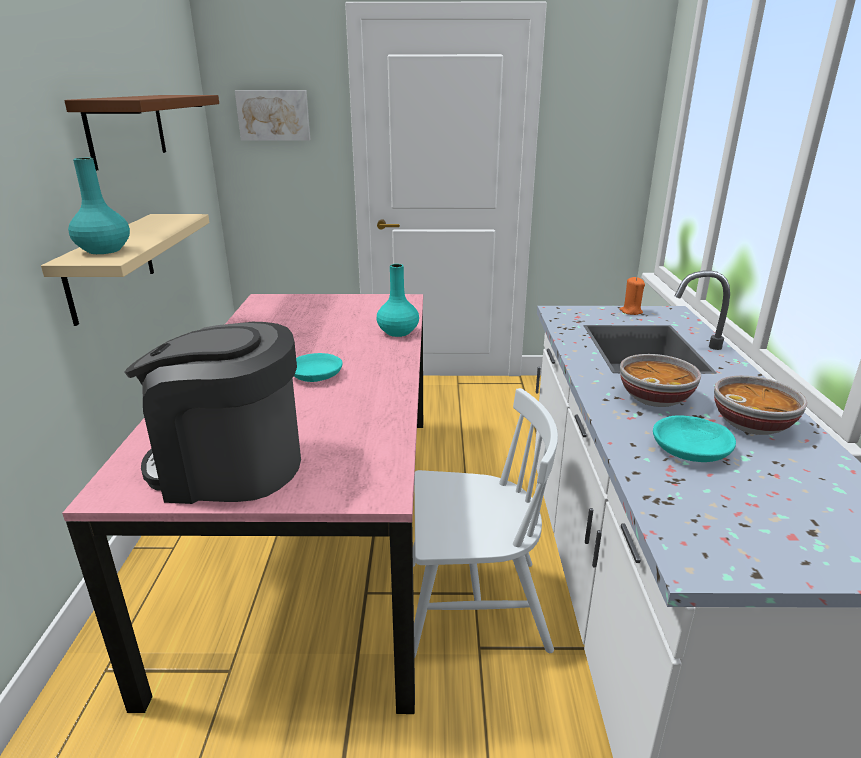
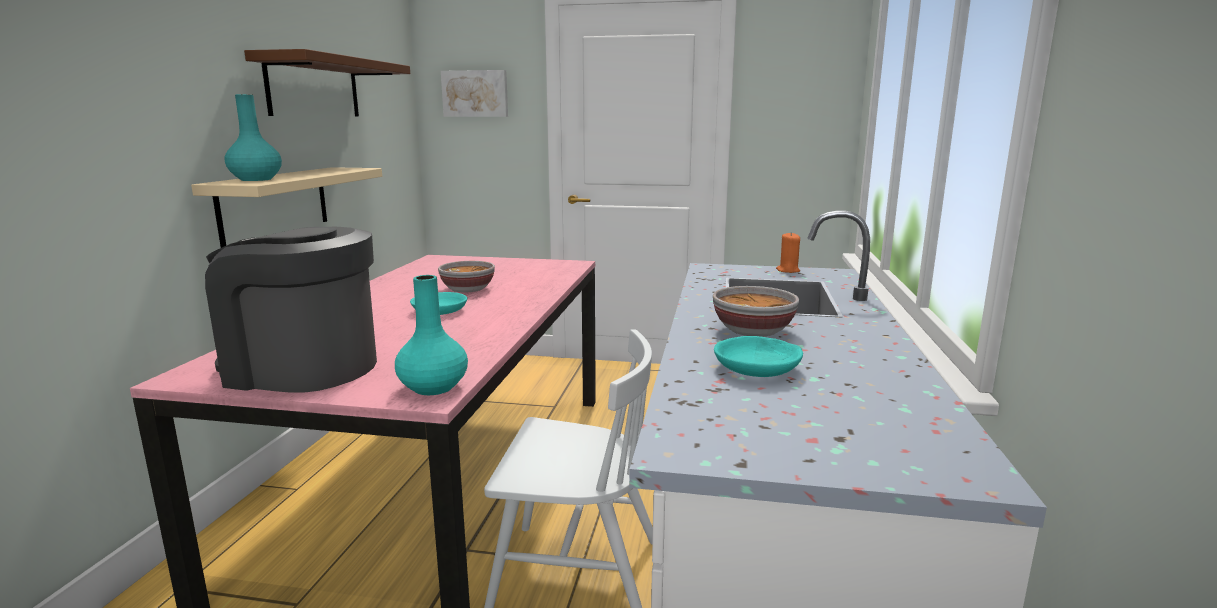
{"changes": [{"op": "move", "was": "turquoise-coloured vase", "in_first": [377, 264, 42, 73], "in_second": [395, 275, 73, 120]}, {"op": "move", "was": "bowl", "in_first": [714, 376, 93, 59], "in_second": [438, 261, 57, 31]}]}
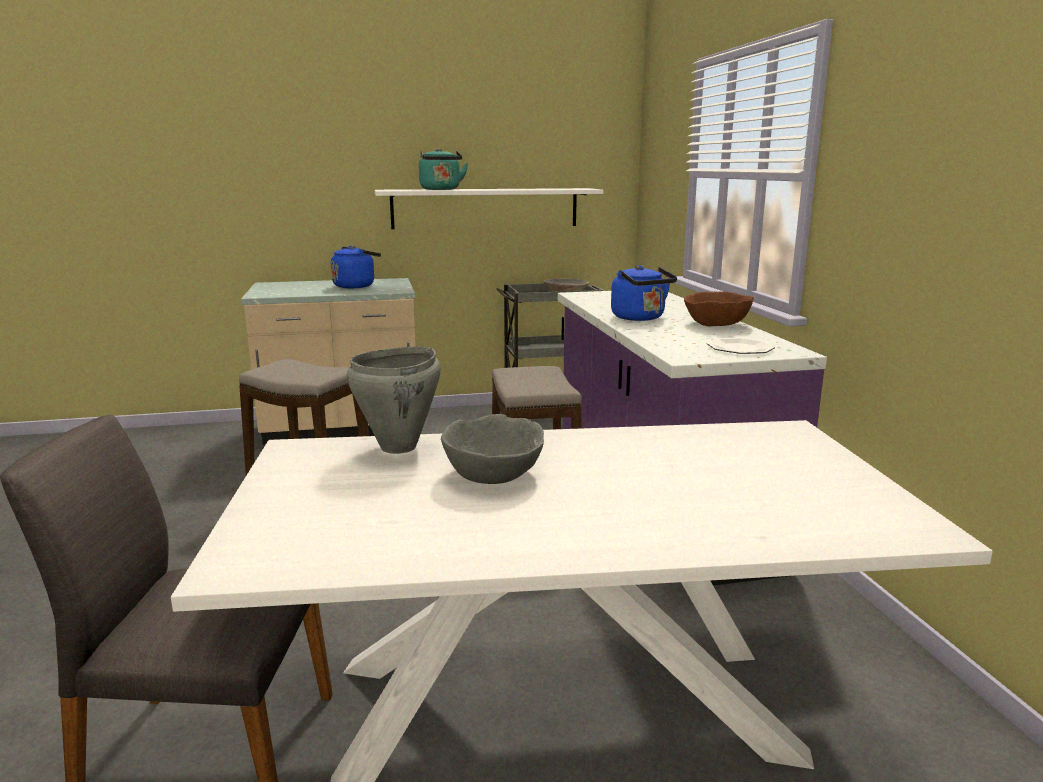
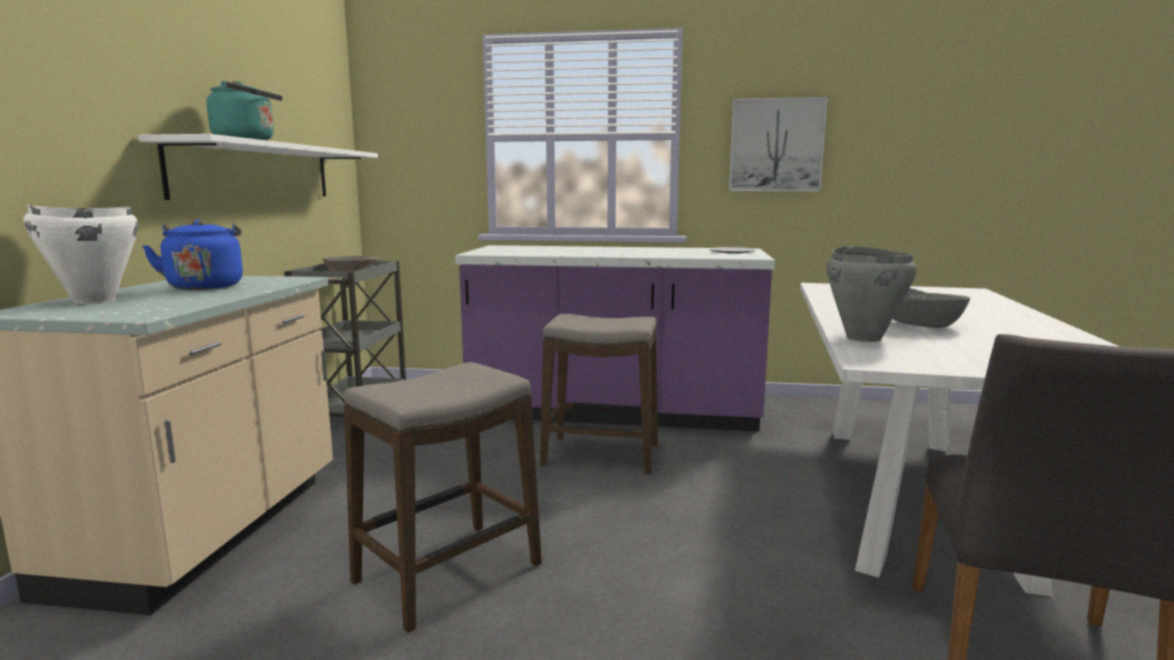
{"changes": [{"op": "delete", "was": "blue kettle", "in_first": [611, 265, 66, 56]}, {"op": "delete", "was": "brown bowl", "in_first": [684, 291, 70, 35]}, {"op": "insert", "now": "whitish saucepot", "in_second": [23, 205, 115, 99]}, {"op": "insert", "now": "picture", "in_second": [729, 97, 99, 94]}]}
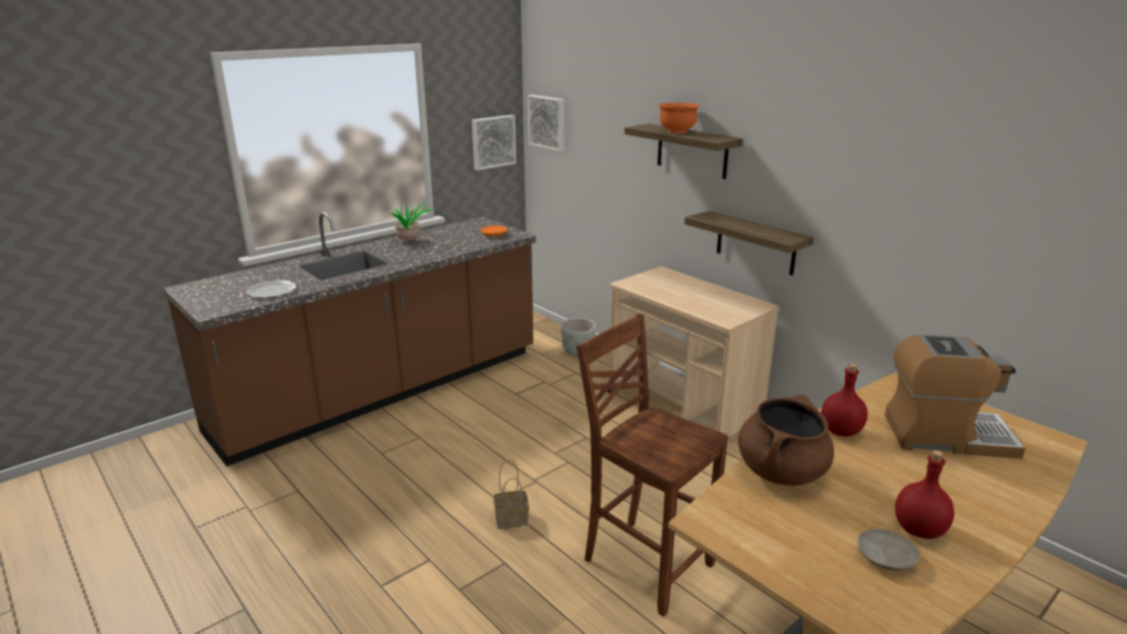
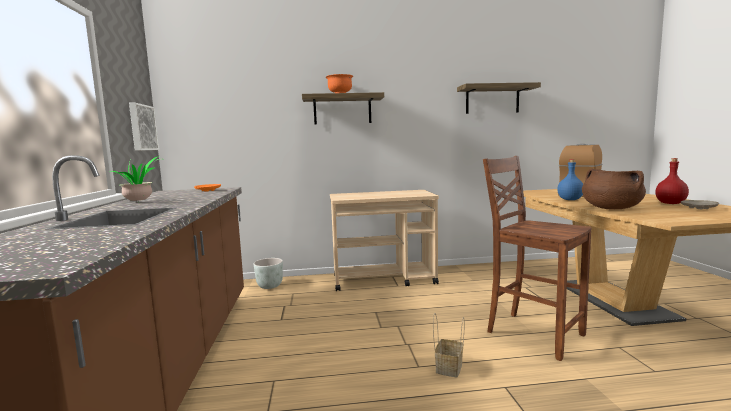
{"changes": [{"op": "delete", "was": "plate", "in_first": [246, 280, 50, 18]}, {"op": "delete", "was": "picture", "in_first": [528, 95, 36, 56]}, {"op": "rotate", "was": "brown upright chair", "in_first": [576, 313, 152, 303], "in_second": [483, 156, 109, 205], "clockwise": 60}, {"op": "move", "was": "bracket shelf", "in_first": [684, 211, 130, 65], "in_second": [457, 82, 84, 32]}, {"op": "recolor", "was": "reddish drink bottle", "now": "blue drink bottle", "in_first": [821, 363, 47, 74], "in_second": [557, 159, 26, 41]}]}
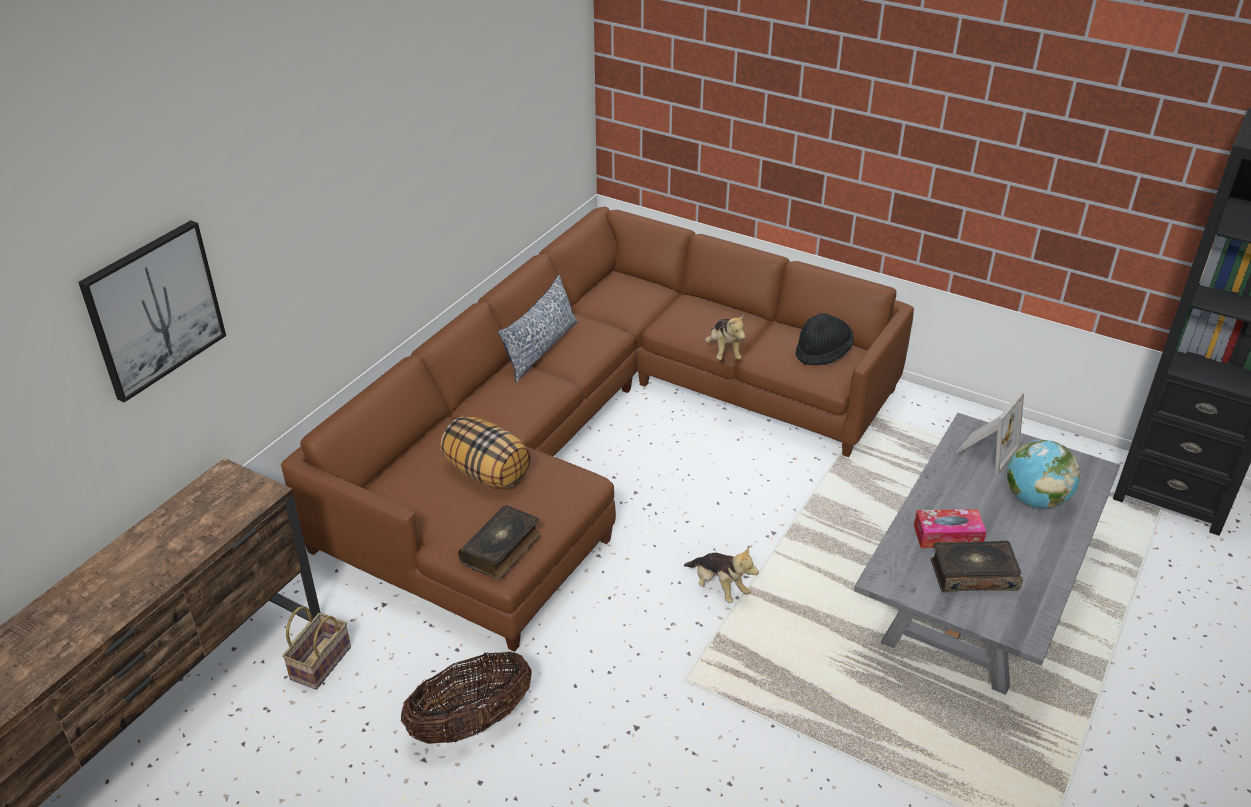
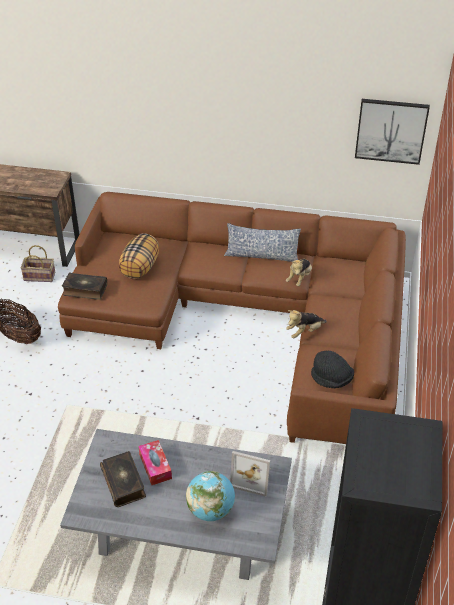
{"changes": [{"op": "move", "was": "picture", "in_first": [78, 220, 148, 183], "in_second": [355, 99, 75, 66]}, {"op": "move", "was": "cuddly toy", "in_first": [684, 547, 75, 56], "in_second": [286, 259, 26, 28]}]}
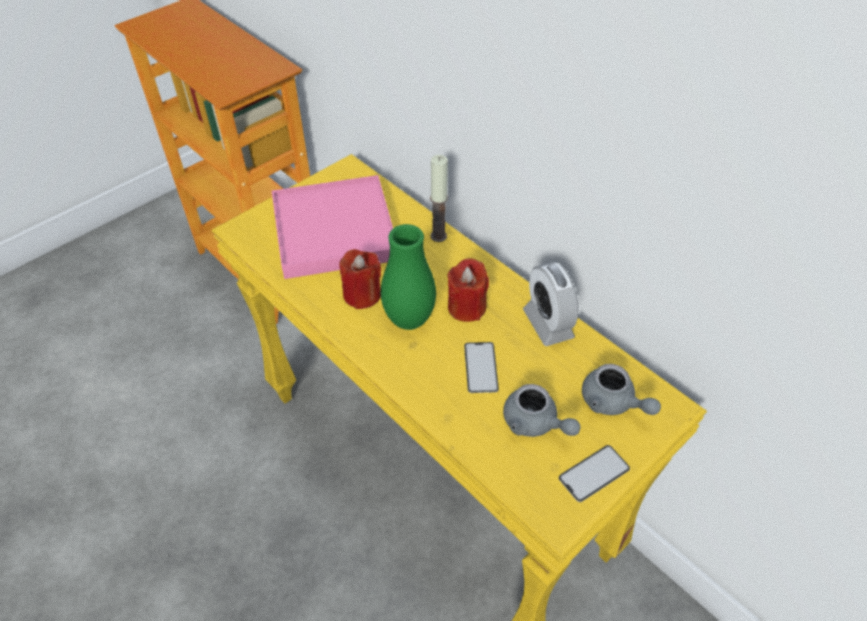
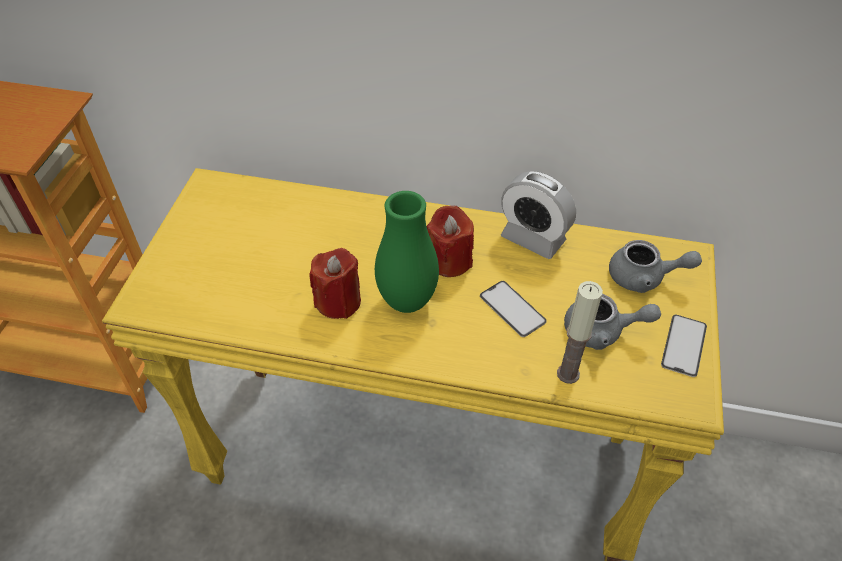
{"changes": [{"op": "delete", "was": "pink carrying tray", "in_first": [272, 175, 121, 104]}, {"op": "move", "was": "wax candle", "in_first": [430, 155, 18, 87], "in_second": [557, 281, 46, 103]}]}
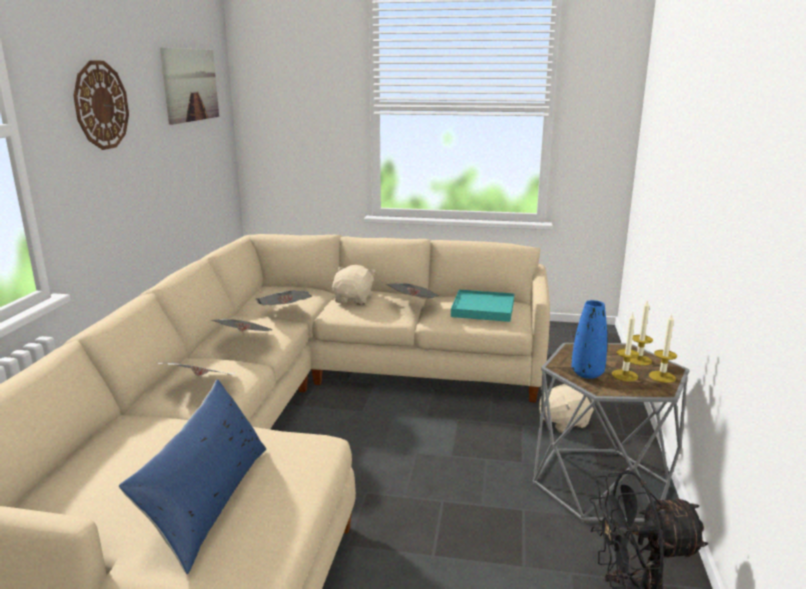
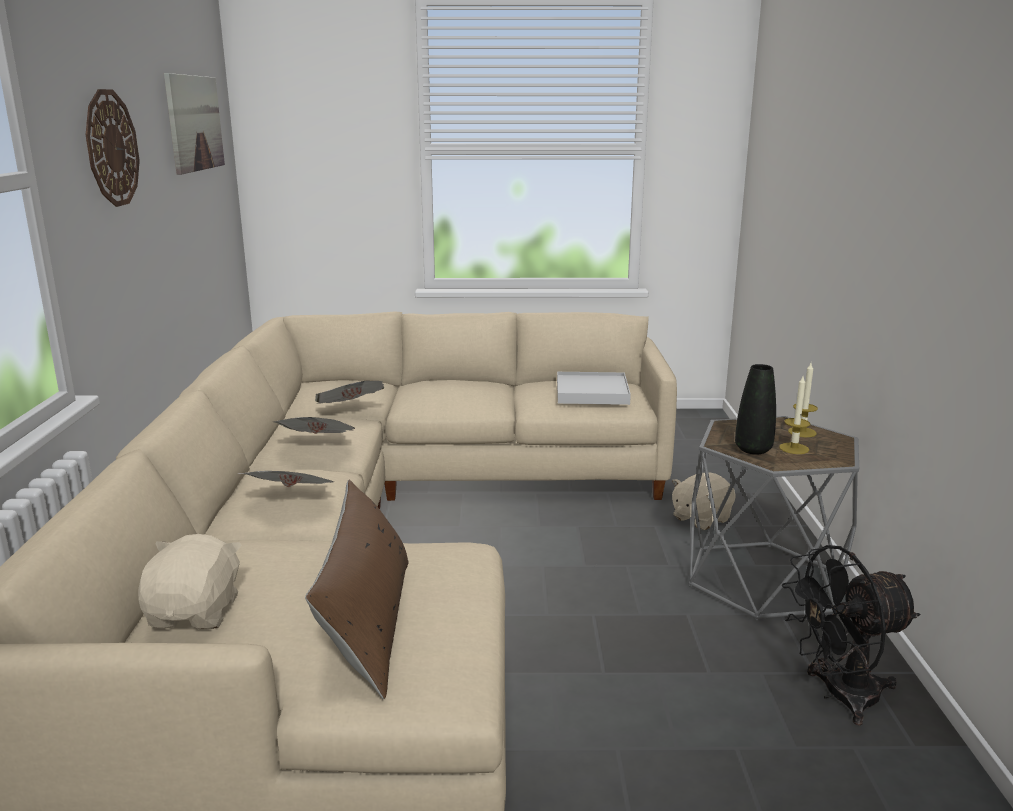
{"changes": [{"op": "recolor", "was": "blue throw pillow", "now": "brown throw pillow", "in_first": [119, 379, 147, 195], "in_second": [305, 480, 104, 219]}, {"op": "move", "was": "beige-coloured cuddly toy", "in_first": [332, 265, 43, 40], "in_second": [138, 534, 104, 95]}, {"op": "delete", "was": "daily paper", "in_first": [385, 283, 54, 15]}, {"op": "recolor", "was": "turquoise-coloured carrying tray", "now": "whitish carrying tray", "in_first": [451, 290, 63, 32], "in_second": [557, 372, 74, 33]}, {"op": "recolor", "was": "blue vase", "now": "black-coloured vase", "in_first": [572, 300, 35, 79], "in_second": [735, 364, 41, 91]}, {"op": "delete", "was": "wax candle", "in_first": [649, 314, 28, 69]}]}
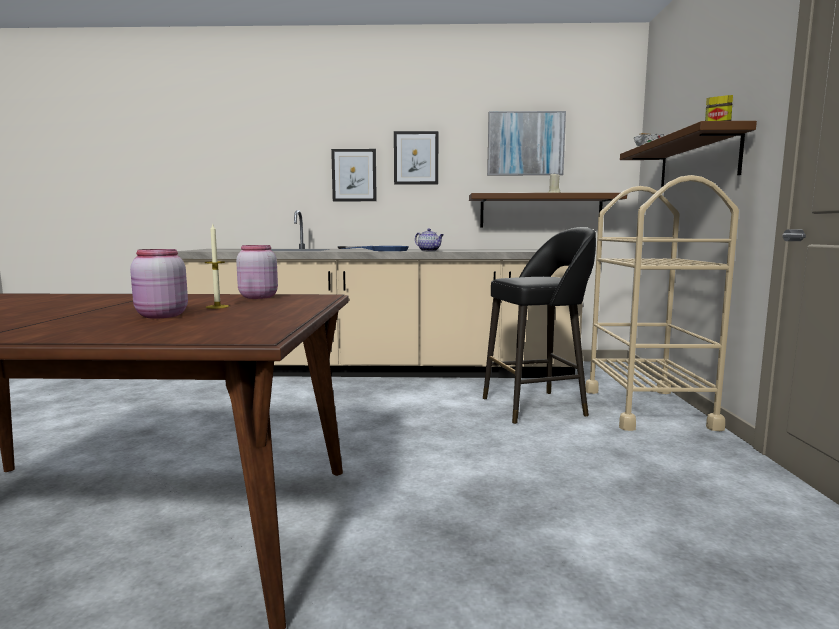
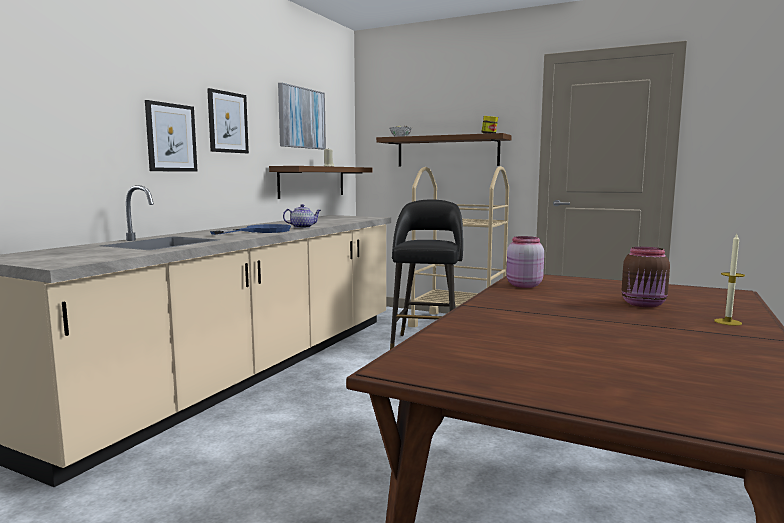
{"changes": [{"op": "recolor", "was": "pink storage jar", "now": "brown storage jar", "in_first": [130, 249, 58, 70], "in_second": [622, 247, 48, 61]}, {"op": "move", "was": "wax candle", "in_first": [205, 223, 24, 86], "in_second": [714, 234, 31, 92]}]}
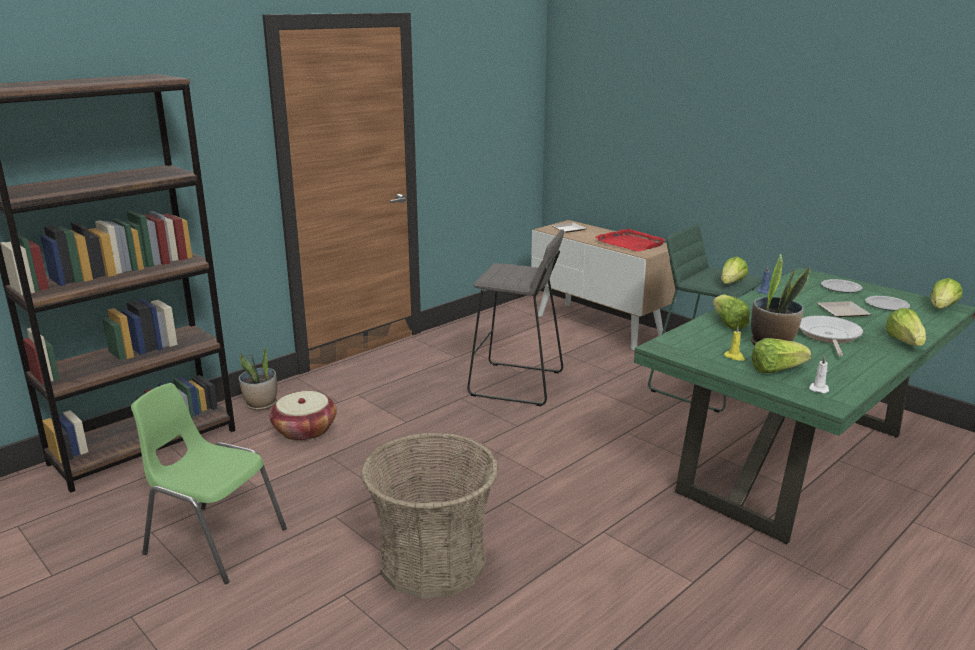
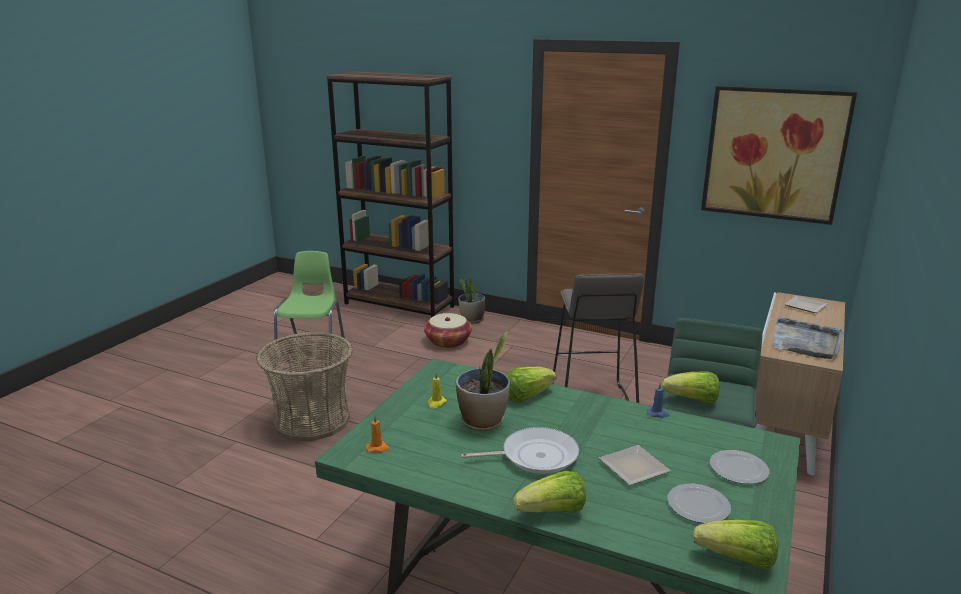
{"changes": [{"op": "recolor", "was": "reddish carrying tray", "now": "greyish carrying tray", "in_first": [595, 228, 70, 23], "in_second": [774, 318, 69, 41]}, {"op": "delete", "was": "lettuce head", "in_first": [752, 338, 60, 35]}, {"op": "recolor", "was": "whitish wax candle", "now": "orange-coloured wax candle", "in_first": [809, 356, 20, 37], "in_second": [366, 415, 24, 38]}, {"op": "insert", "now": "picture", "in_second": [701, 86, 156, 139]}]}
